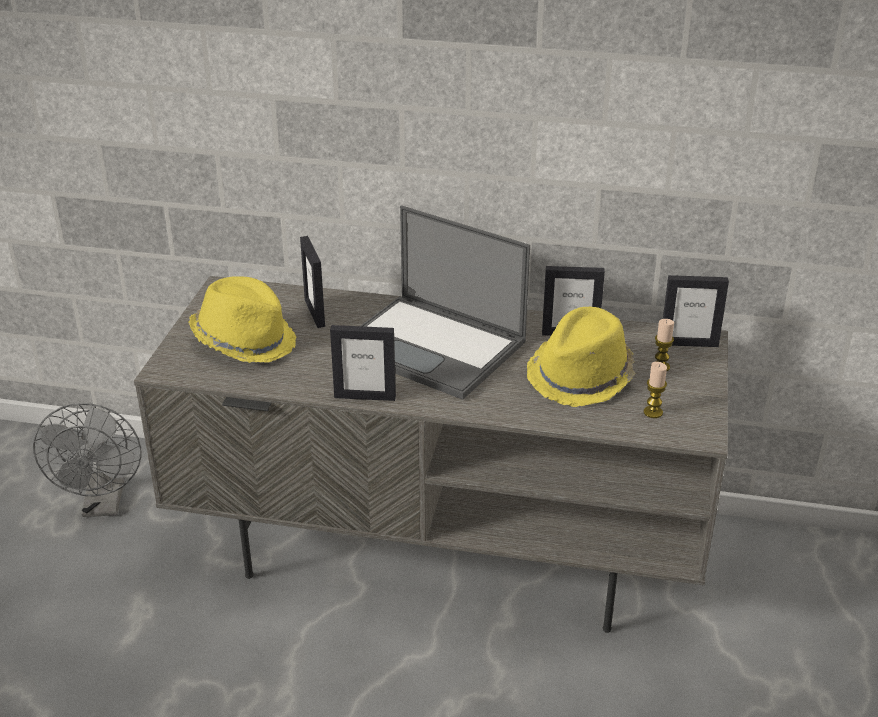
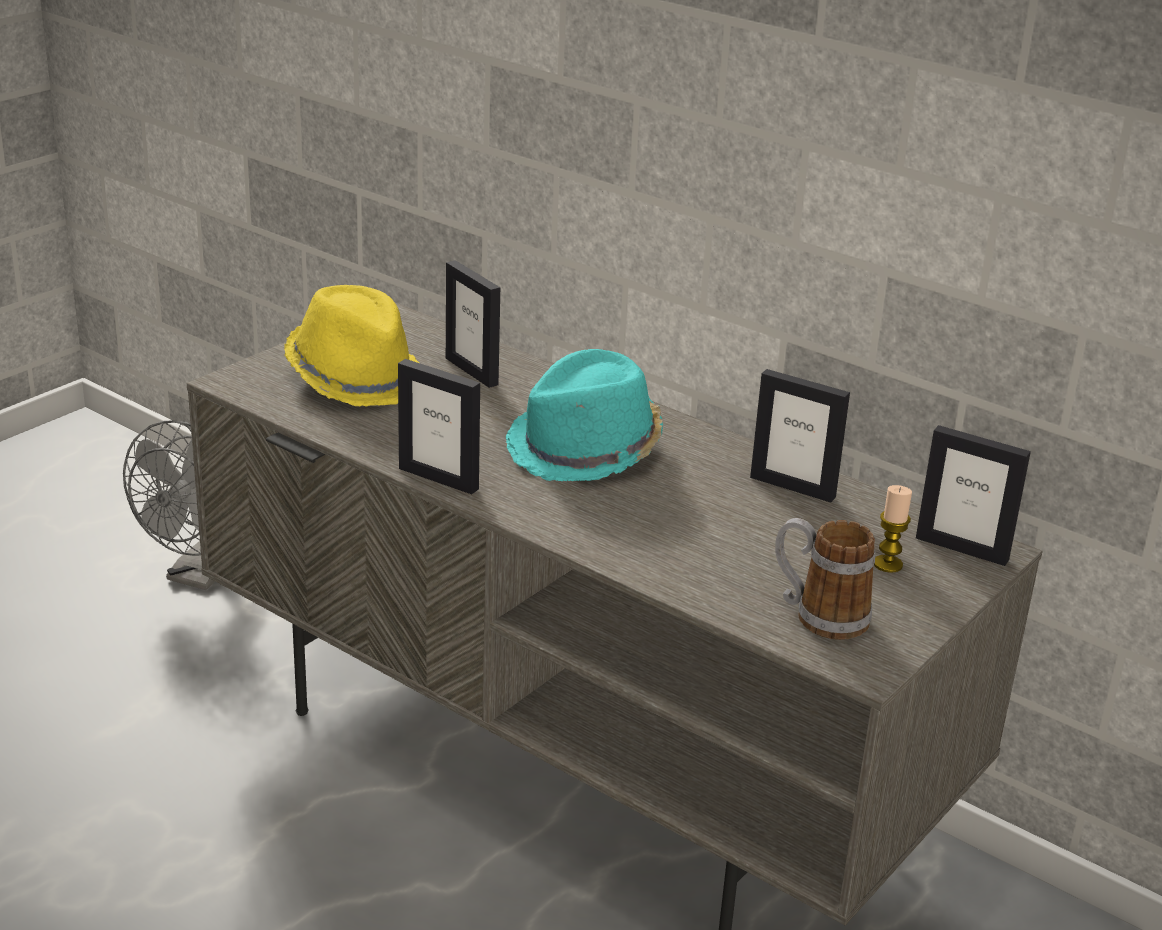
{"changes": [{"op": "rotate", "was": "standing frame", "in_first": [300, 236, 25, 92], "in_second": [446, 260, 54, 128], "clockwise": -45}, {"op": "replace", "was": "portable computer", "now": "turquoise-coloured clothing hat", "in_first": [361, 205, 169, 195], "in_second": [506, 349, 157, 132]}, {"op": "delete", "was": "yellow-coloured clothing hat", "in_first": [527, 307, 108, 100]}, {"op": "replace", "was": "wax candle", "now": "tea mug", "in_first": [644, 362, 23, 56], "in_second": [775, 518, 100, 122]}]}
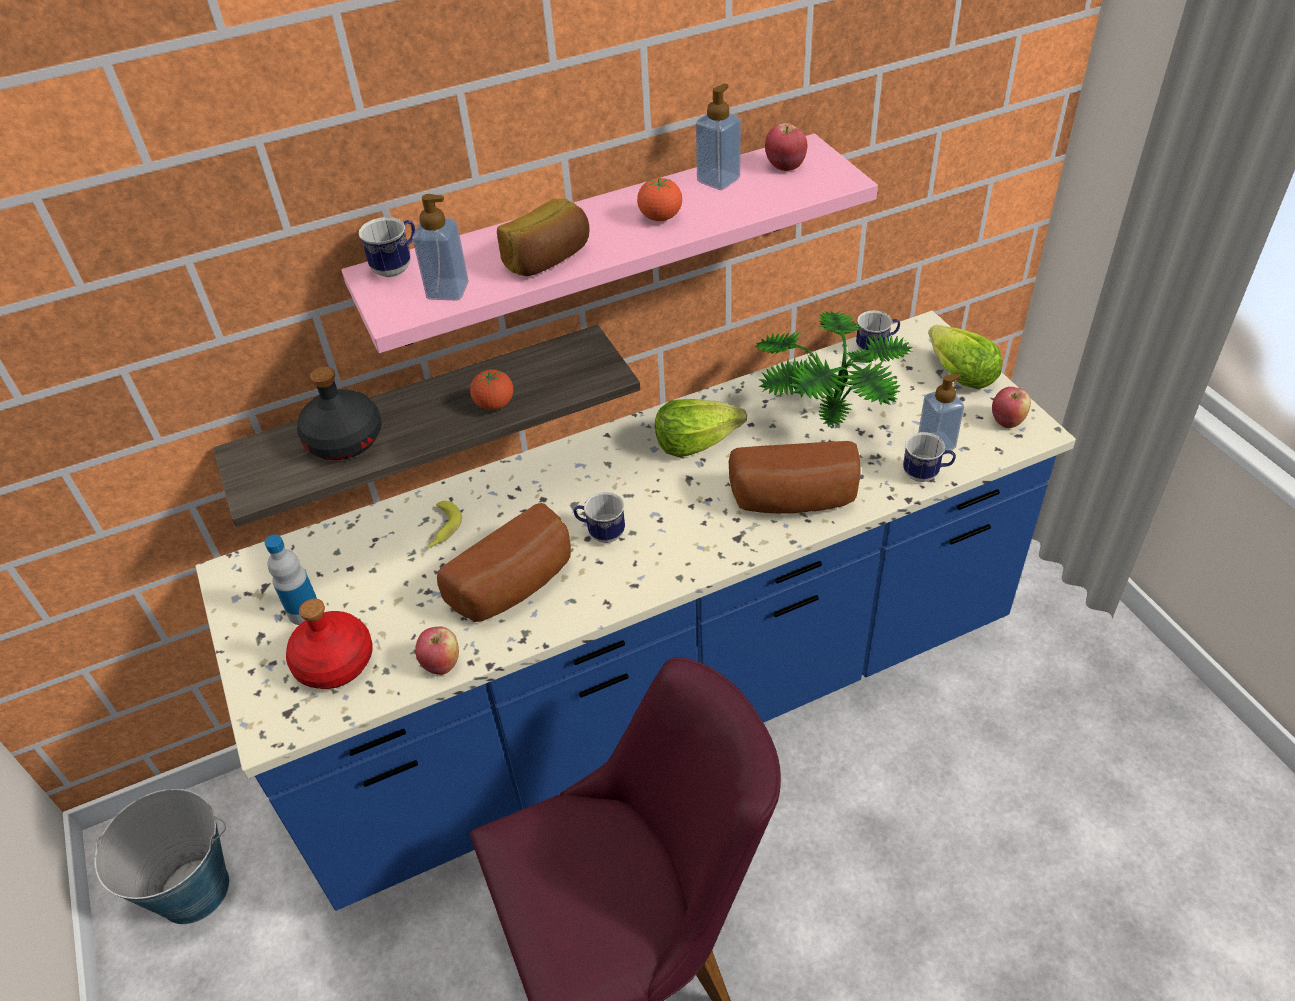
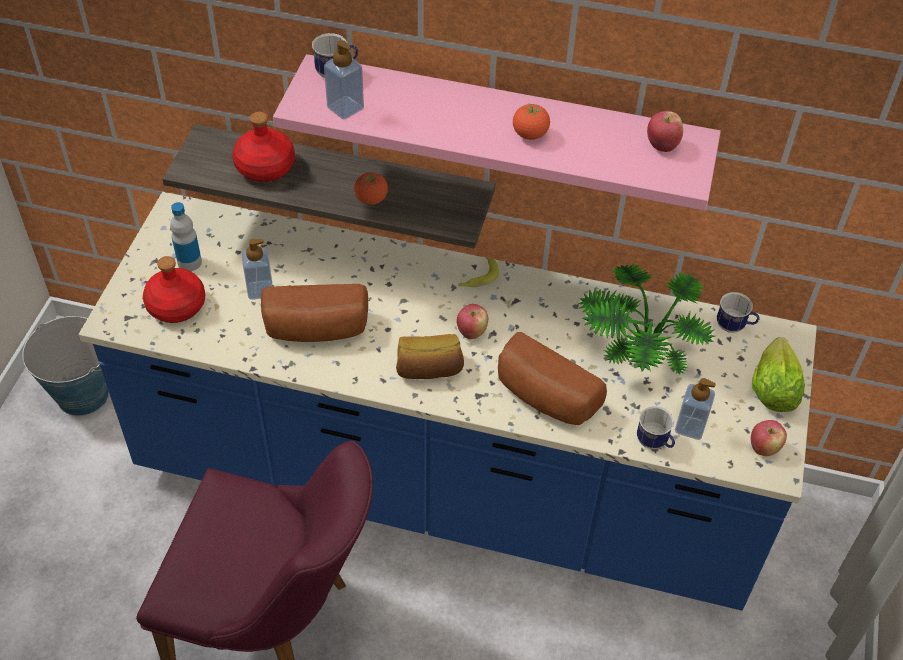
{"changes": [{"op": "recolor", "was": "black-coloured drink bottle", "now": "reddish drink bottle", "in_first": [297, 367, 85, 93], "in_second": [232, 112, 63, 70]}, {"op": "move", "was": "apple", "in_first": [415, 626, 44, 49], "in_second": [457, 304, 31, 35]}, {"op": "move", "was": "whole banana", "in_first": [428, 501, 34, 47], "in_second": [458, 258, 41, 29]}, {"op": "move", "was": "bread", "in_first": [497, 199, 93, 77], "in_second": [396, 334, 68, 45]}, {"op": "delete", "was": "tea mug", "in_first": [573, 492, 52, 51]}, {"op": "delete", "was": "lettuce head", "in_first": [655, 399, 92, 58]}, {"op": "move", "was": "soap bottle", "in_first": [696, 83, 45, 107], "in_second": [242, 239, 31, 61]}]}
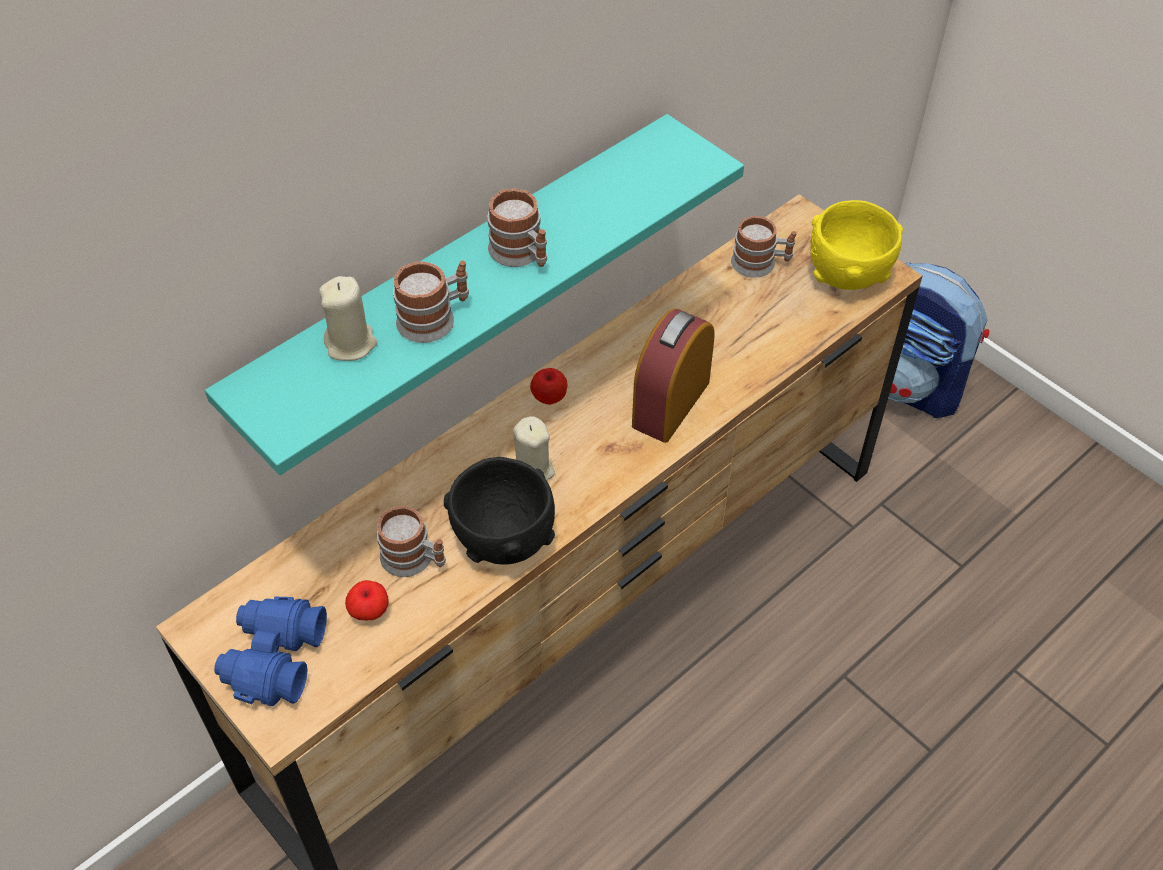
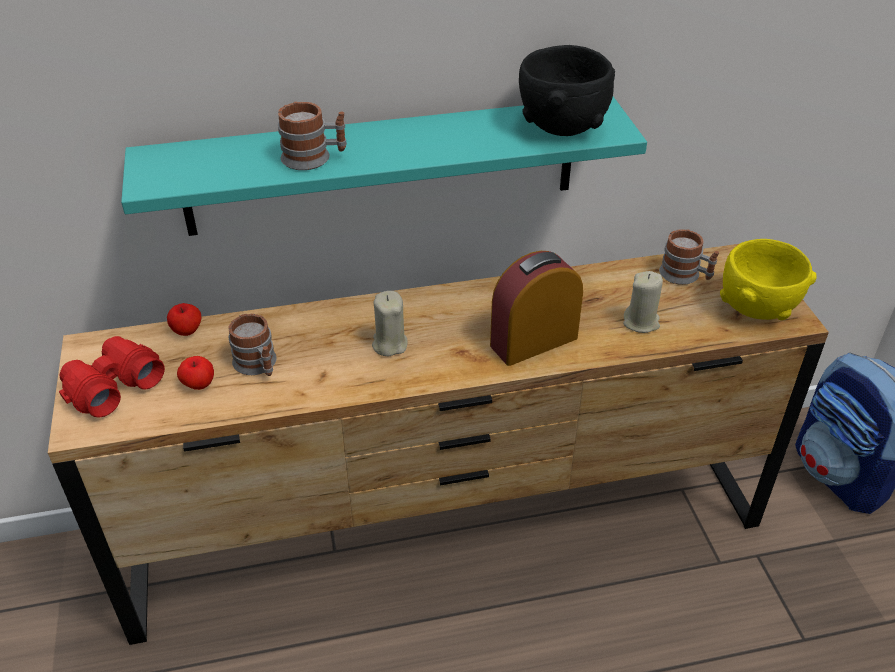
{"changes": [{"op": "recolor", "was": "blue binoculars", "now": "reddish binoculars", "in_first": [214, 597, 113, 109], "in_second": [59, 336, 106, 82]}, {"op": "move", "was": "beige-coloured wax candle", "in_first": [319, 276, 58, 85], "in_second": [623, 271, 40, 62]}, {"op": "move", "was": "black-coloured bowl", "in_first": [444, 457, 111, 108], "in_second": [519, 45, 96, 91]}, {"op": "delete", "was": "tea mug", "in_first": [488, 189, 59, 78]}, {"op": "move", "was": "apple", "in_first": [530, 368, 38, 37], "in_second": [167, 303, 34, 33]}]}
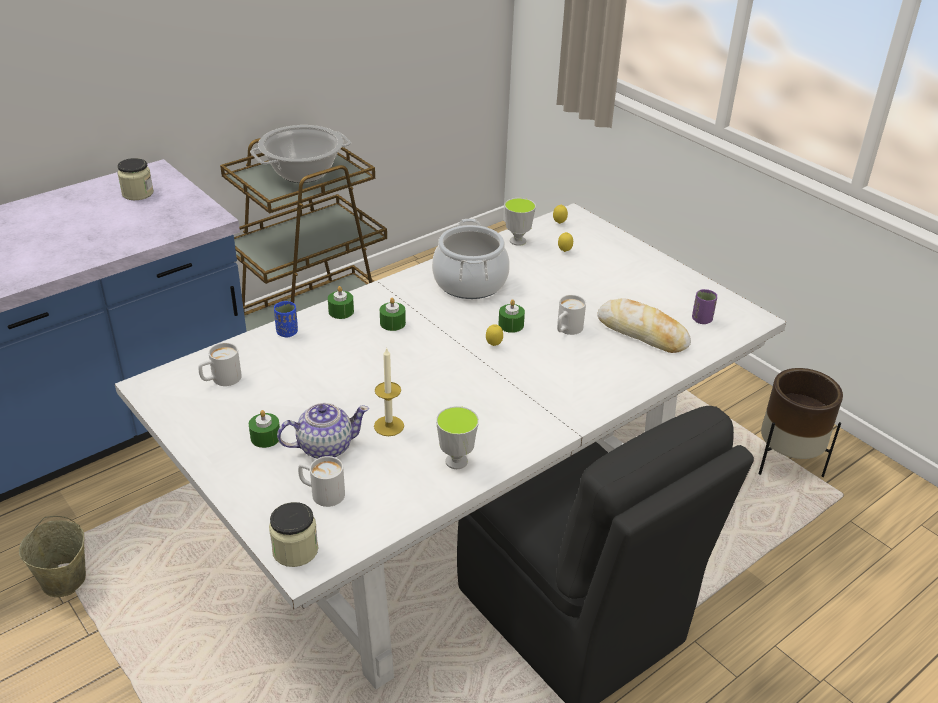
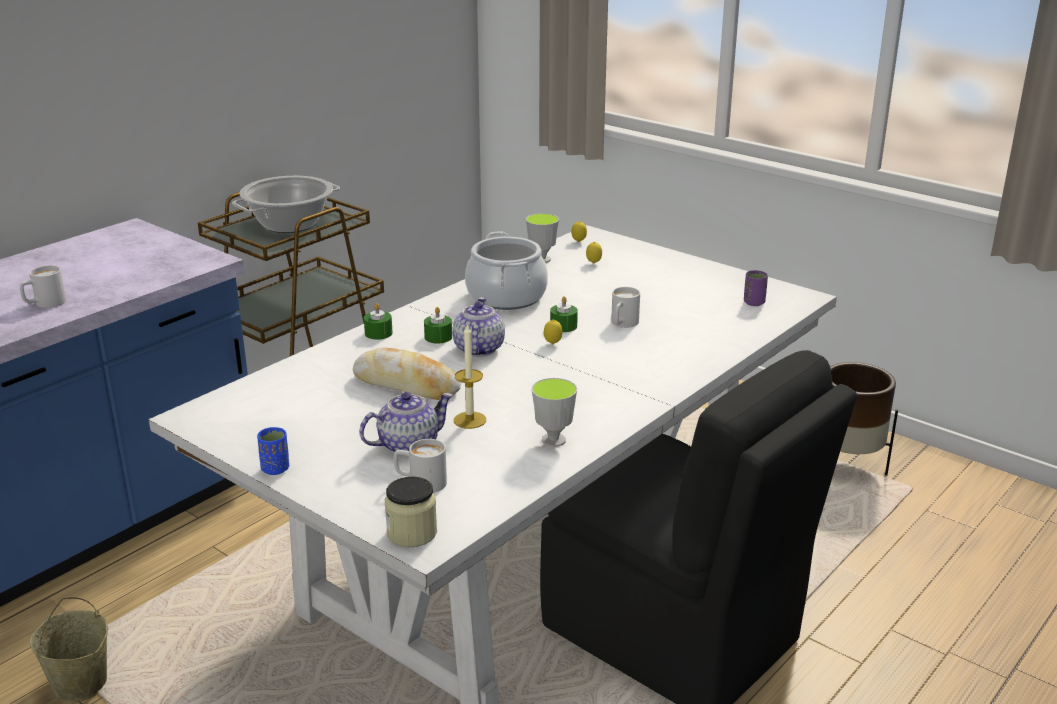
{"changes": [{"op": "delete", "was": "storage jar", "in_first": [117, 158, 37, 42]}, {"op": "move", "was": "whitish tea mug", "in_first": [198, 343, 44, 43], "in_second": [20, 265, 47, 43]}, {"op": "delete", "was": "greenish wax candle", "in_first": [249, 410, 31, 38]}, {"op": "move", "was": "blue drinking cup", "in_first": [274, 301, 24, 36], "in_second": [257, 427, 32, 48]}, {"op": "move", "was": "bread", "in_first": [597, 298, 94, 55], "in_second": [353, 347, 108, 53]}, {"op": "insert", "now": "tea pot", "in_second": [452, 297, 53, 60]}]}
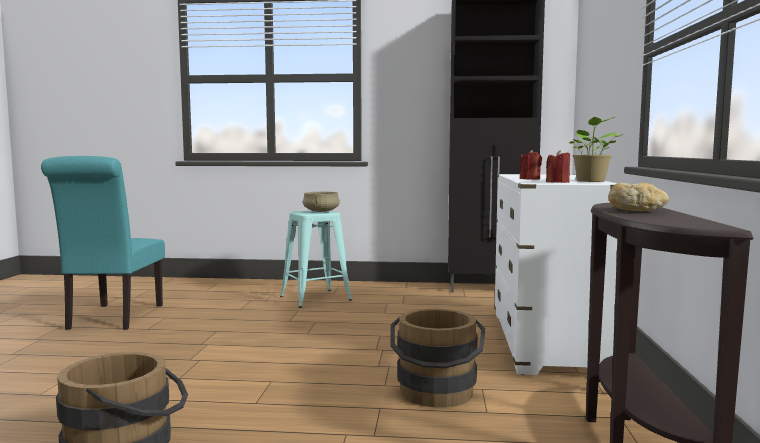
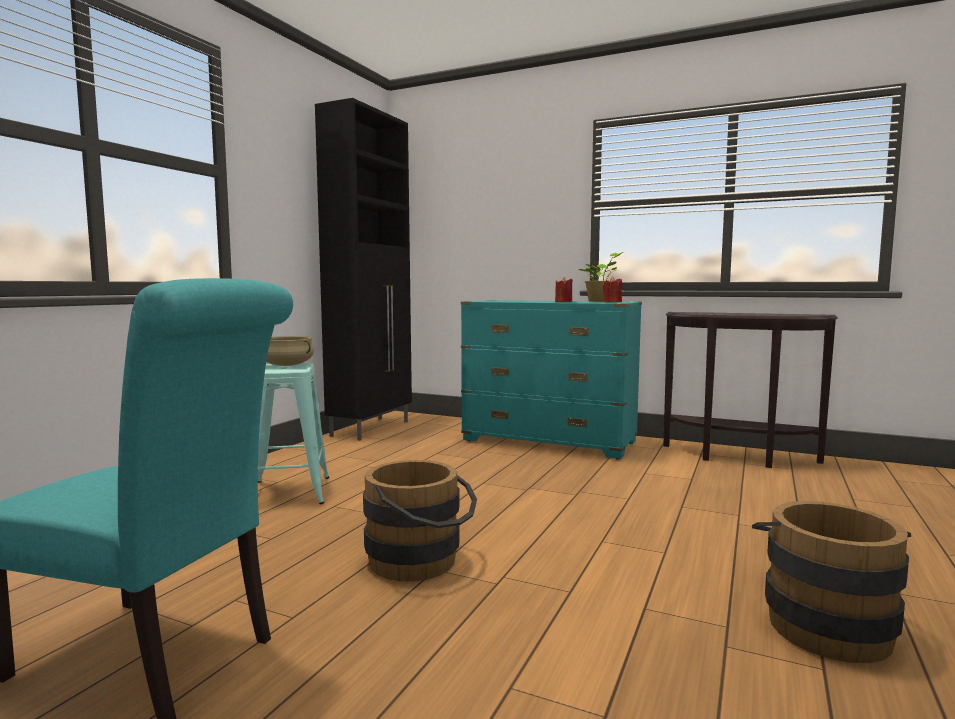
{"changes": [{"op": "move", "was": "brown bucket", "in_first": [391, 309, 94, 98], "in_second": [363, 460, 114, 121]}, {"op": "recolor", "was": "whitish chest of drawers", "now": "turquoise-coloured chest of drawers", "in_first": [494, 174, 123, 201], "in_second": [461, 300, 181, 159]}, {"op": "delete", "was": "bread", "in_first": [608, 183, 61, 28]}]}
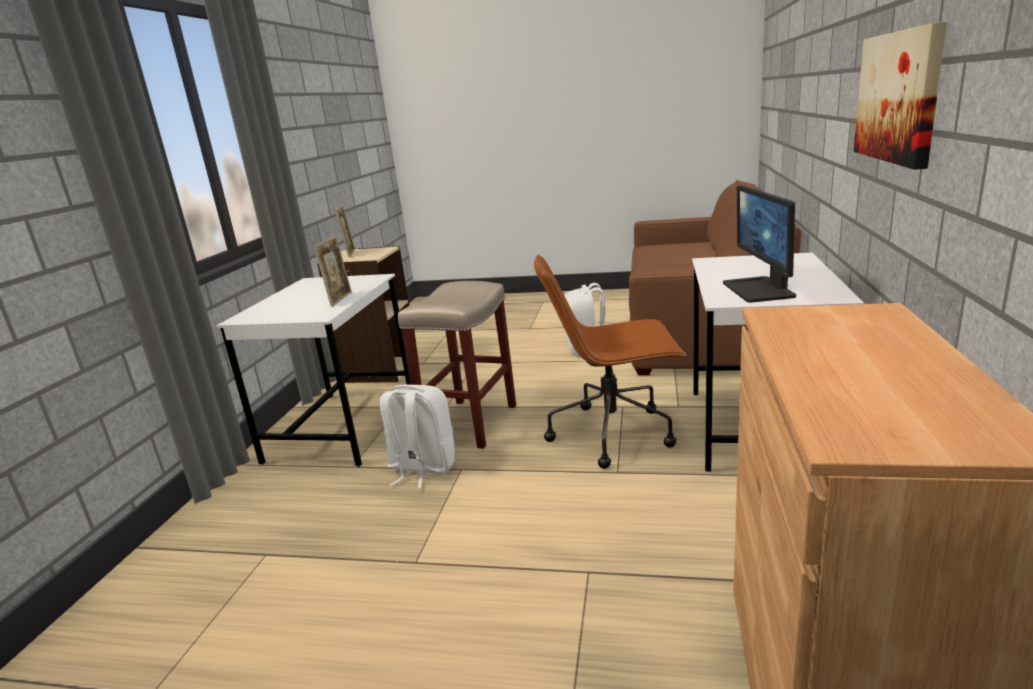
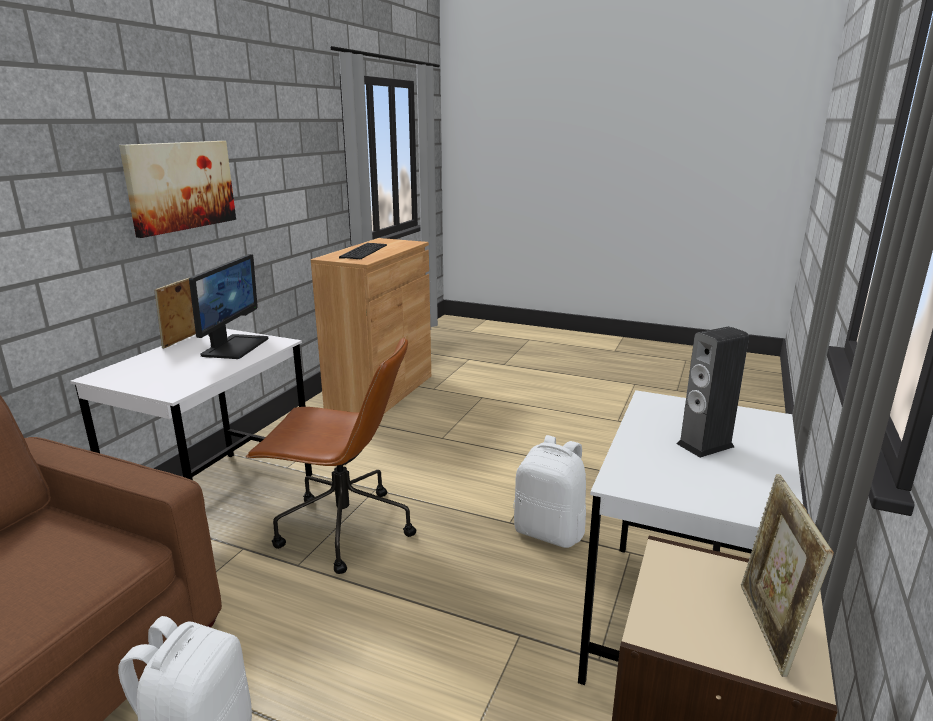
{"changes": [{"op": "move", "was": "standing frame", "in_first": [314, 236, 38, 71], "in_second": [154, 277, 42, 72]}, {"op": "delete", "was": "beige-coloured sitting stool", "in_first": [398, 281, 118, 168]}, {"op": "insert", "now": "PC keyboard", "in_second": [339, 243, 48, 16]}, {"op": "insert", "now": "audio speaker", "in_second": [676, 326, 73, 132]}]}
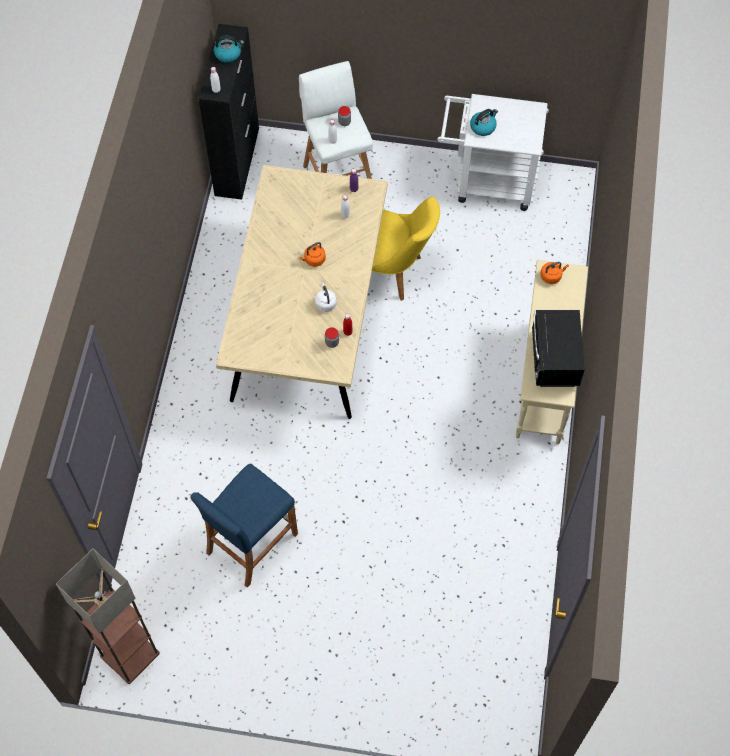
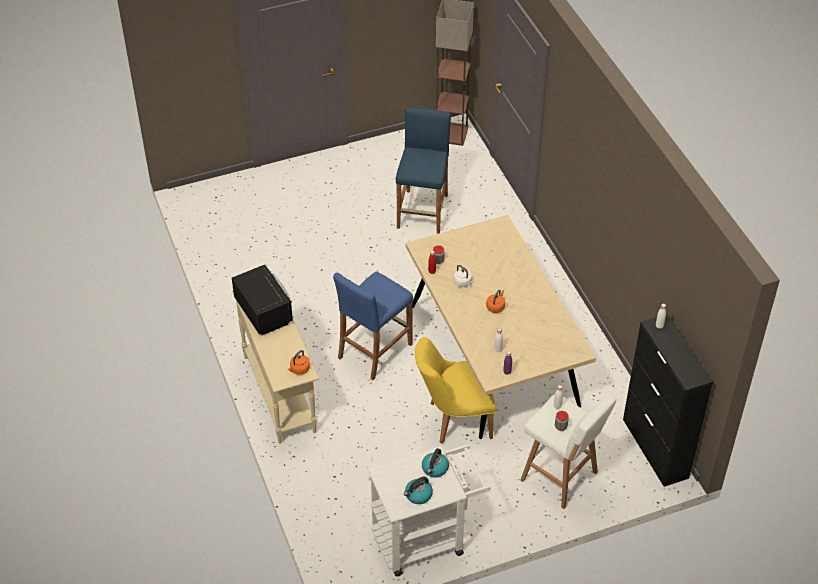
{"changes": [{"op": "move", "was": "kettle", "in_first": [214, 36, 30, 27], "in_second": [404, 477, 29, 27]}, {"op": "insert", "now": "blue sitting stool", "in_second": [333, 271, 80, 109]}]}
